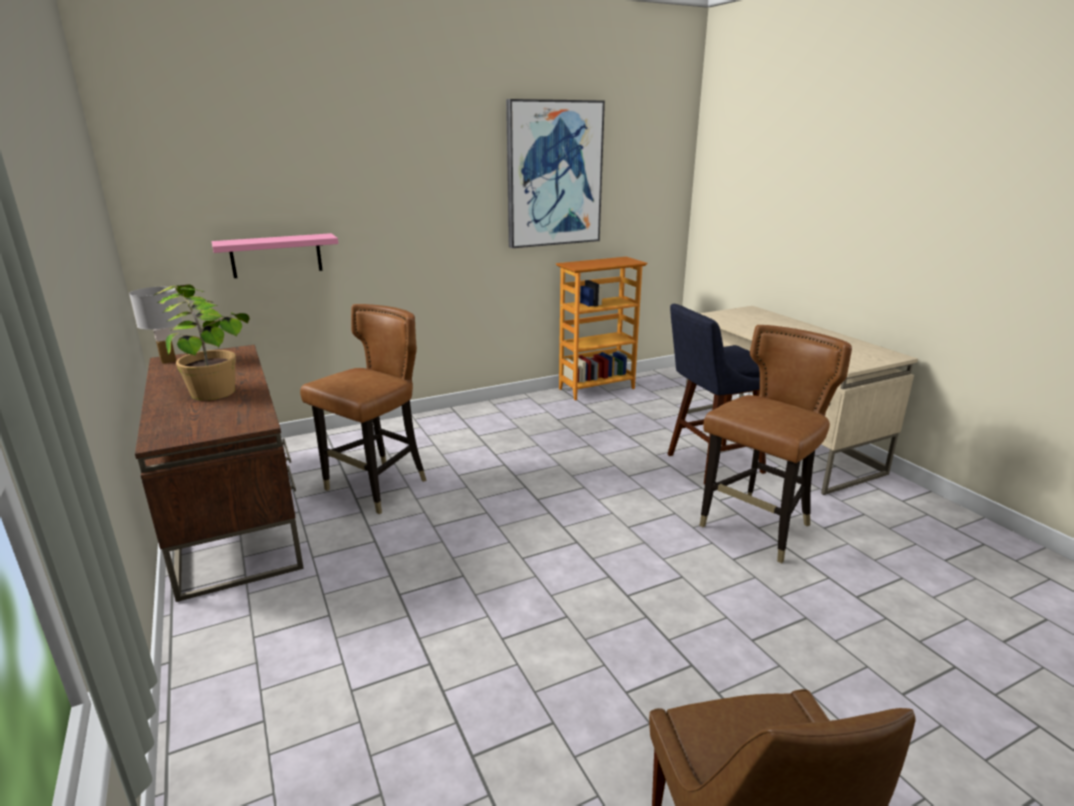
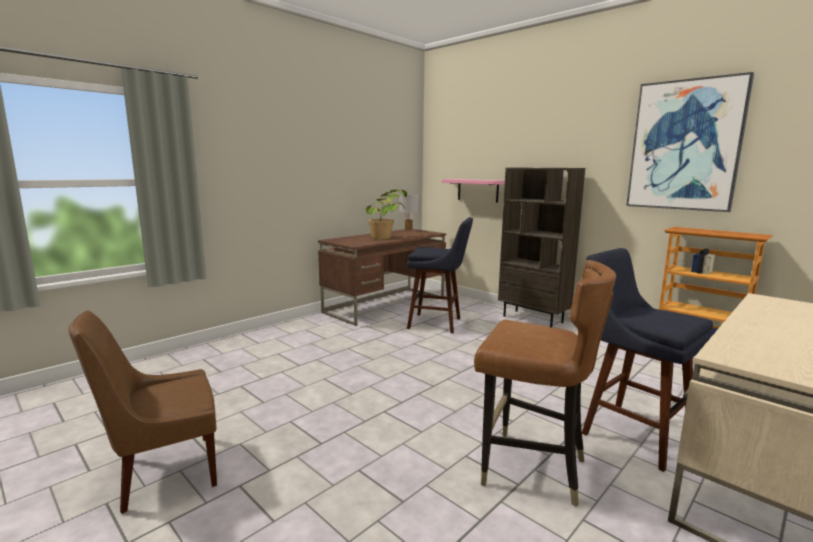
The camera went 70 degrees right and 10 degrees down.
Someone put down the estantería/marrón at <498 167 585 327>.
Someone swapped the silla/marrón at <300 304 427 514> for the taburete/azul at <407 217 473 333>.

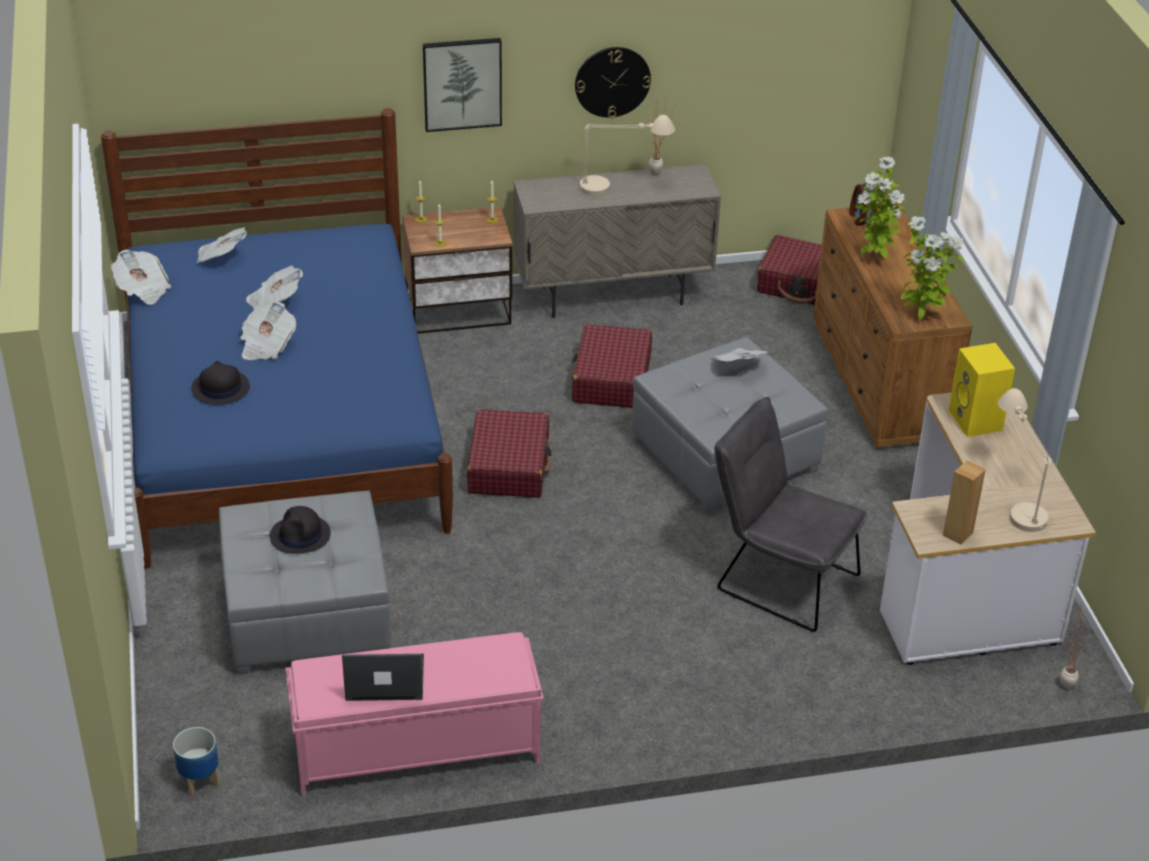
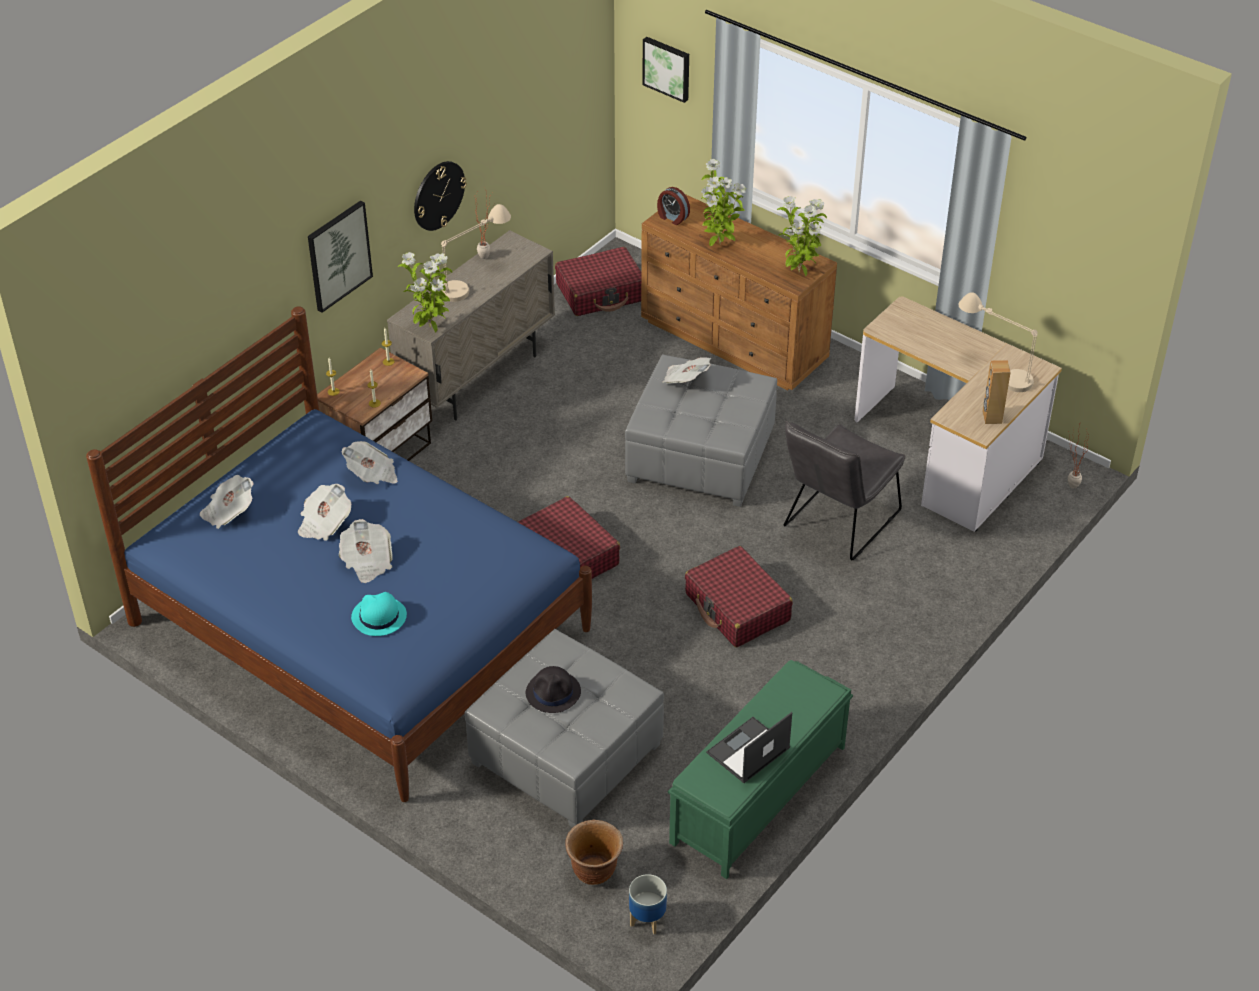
The camera went 40 degrees left and 5 degrees up.
Someone took away the altavoz/amarillo at <948 343 1015 437>.
Someone put down the planta en maceta at <398 252 452 332>.
Someone put down the maceta/marrón at <565 819 623 885>.
Someone put up the cuadro at <642 37 689 103>.
Someone carried the periódico from <111 250 171 305> to <342 441 398 484>.
Someone carried the maleta/rojo from <571 324 652 408> to <685 546 793 647>.
Someone repainted the sombrero/negro at <192 361 250 405>, which became the sombrero/turquesa at <351 592 407 636>.
Someone repainted the banco/rosa at <285 632 544 796>, which became the banco/verde at <668 660 853 879>.
Someone rotated the silla/gris at <714 397 867 632> by 45 degrees counterclockwise.

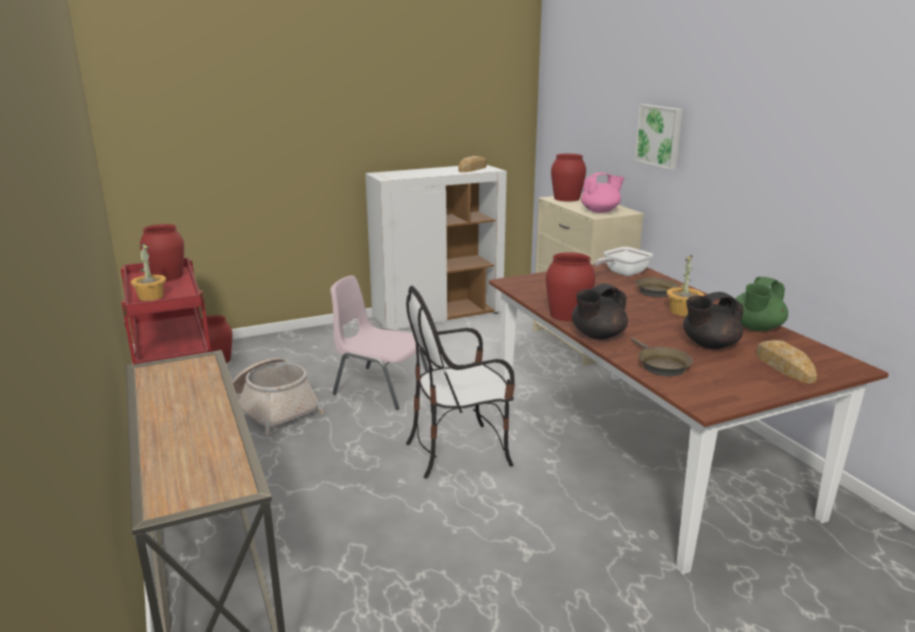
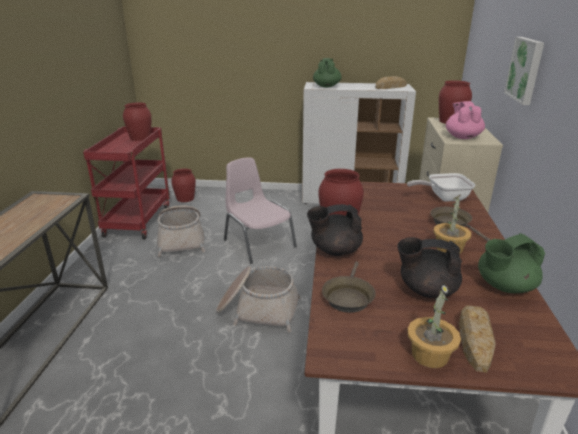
The camera went 30 degrees right and 5 degrees up.
Someone put down the tetera/verde at <313 58 342 87>.
Someone carried the planta en maceta from <131 243 166 301> to <407 282 461 368>.
Someone swapped the silla at <406 286 515 479> for the cesta at <216 266 301 332>.
Someone rotated the tetera/rosa at <581 172 625 213> by 105 degrees counterclockwise.

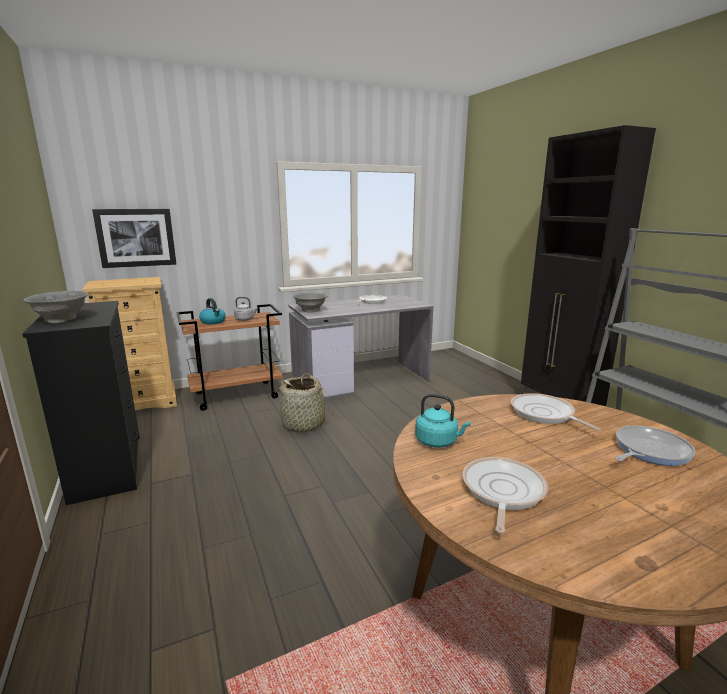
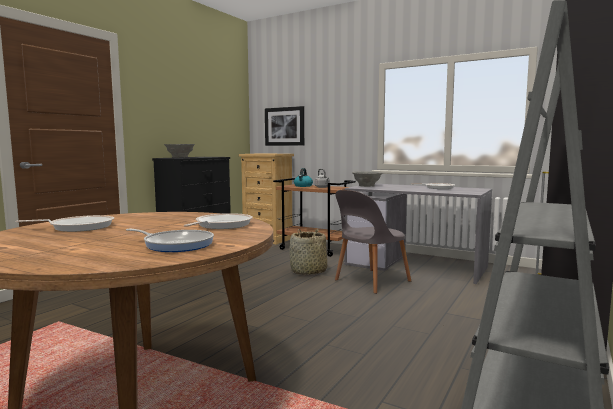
The camera went 55 degrees right and 10 degrees down.
Someone took away the hervidor/turquesa at <415 394 471 448>.
Someone put down the silla/gris at <335 190 411 294>.

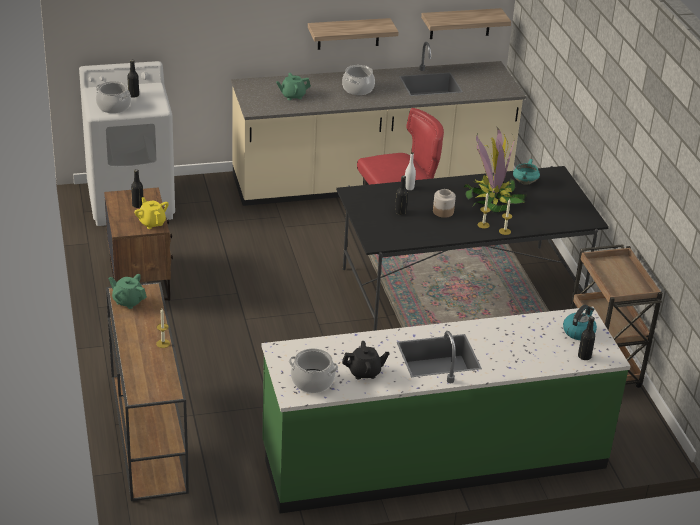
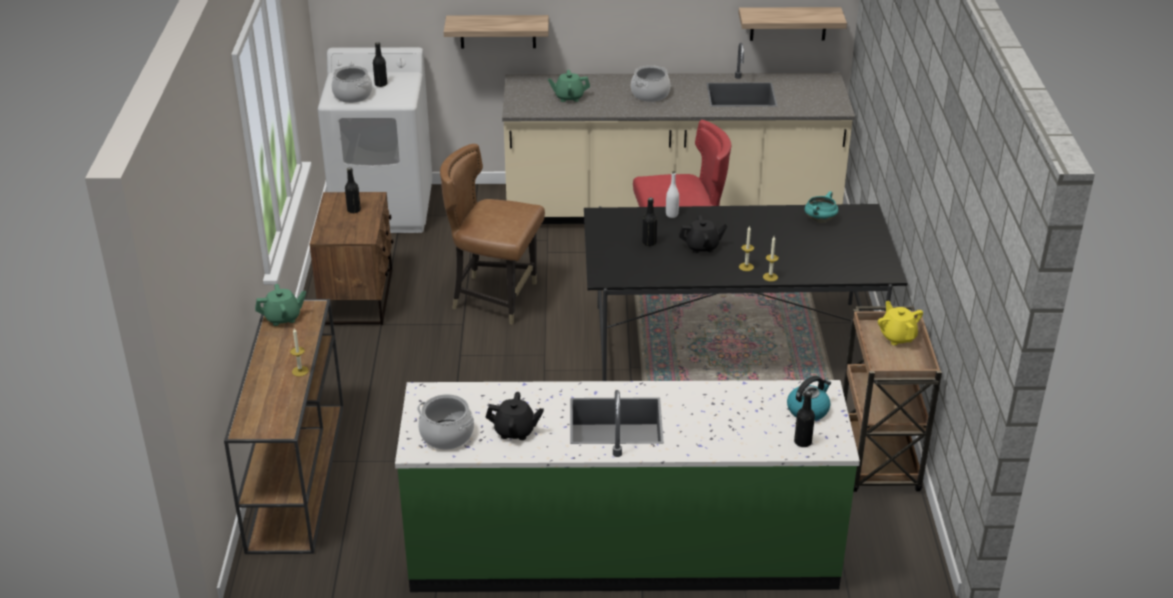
The camera went 15 degrees right and 0 degrees up.
Someone took away the planta en maceta at <464 128 527 213>.
Someone put down the silla/marrón at <440 144 545 325>.
Someone carried the tetera/amarillo from <134 197 169 229> to <878 301 923 345>.
Someone carried the estante from <308 18 399 50> to <444 15 549 49>.
Someone swapped the tarro at <433 189 456 218> for the tetera/negro at <679 215 727 253>.
Someone rotated the tetera/verde at <108 274 147 309> by 120 degrees clockwise.

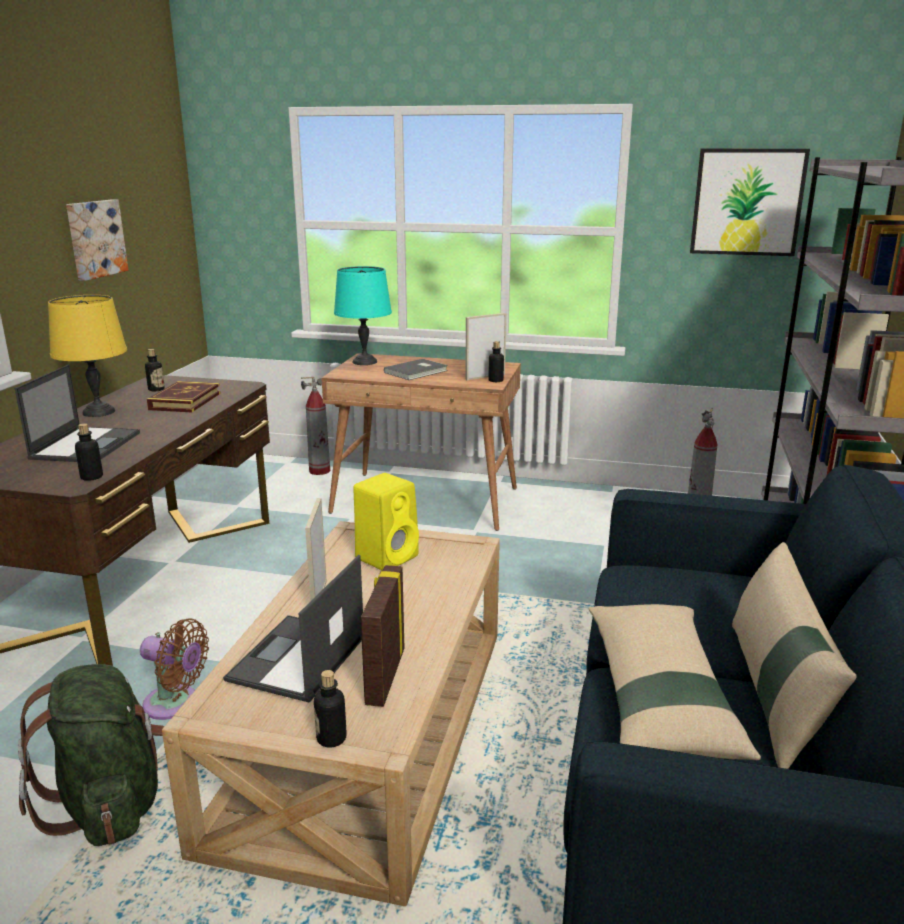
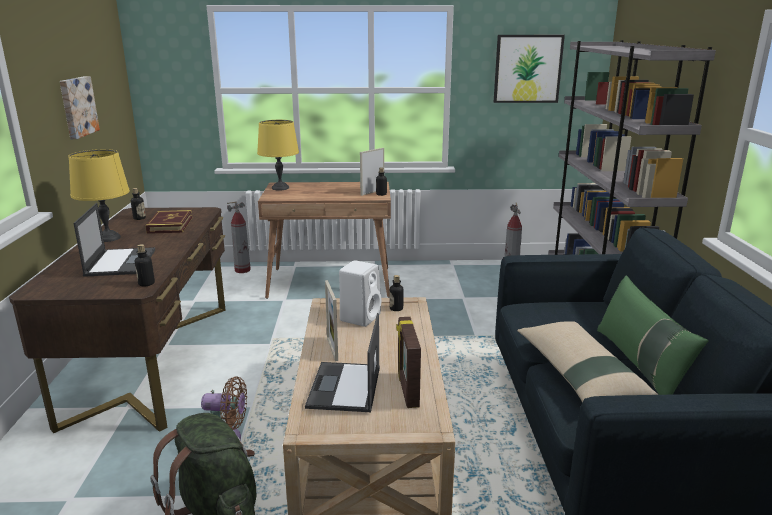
The camera went 15 degrees left and 0 degrees up.
Someone took away the libro/gris at <384 359 448 380>.
Someone carried the botella from <314 670 347 748> to <390 275 404 311>.
Someone repainted the lámpara de mesa/turquesa at <334 266 392 365>, which became the lámpara de mesa/amarillo at <257 120 299 191>.
Someone repainted the altavoz/amarillo at <353 473 419 571>, which became the altavoz/blanco at <339 260 381 327>.
Someone repainted the cojín/beis at <732 542 857 769>, which became the cojín/verde at <597 276 709 395>.

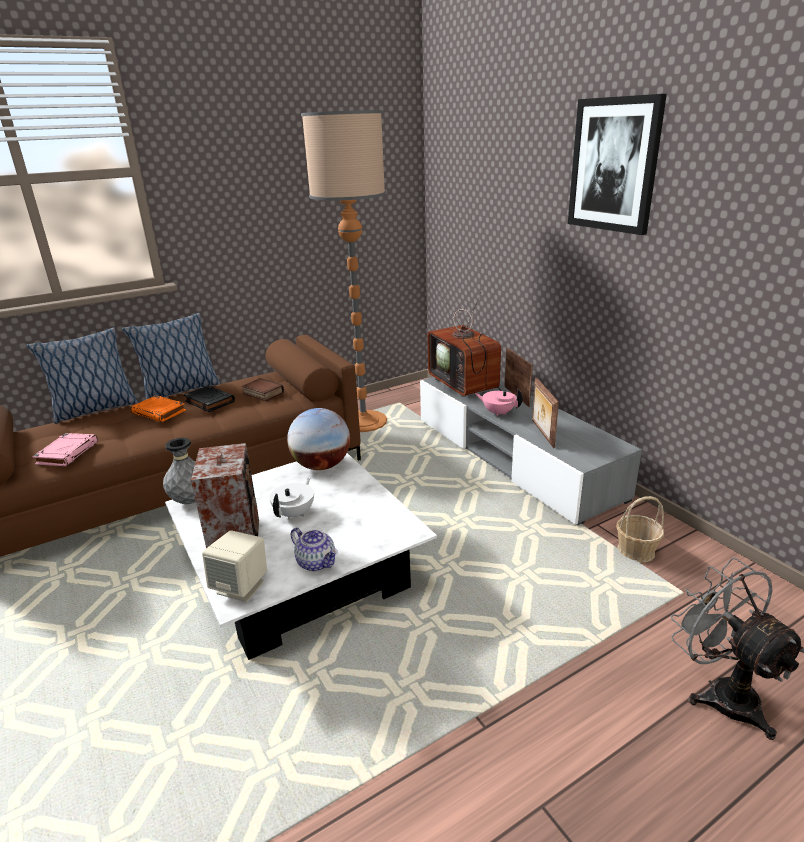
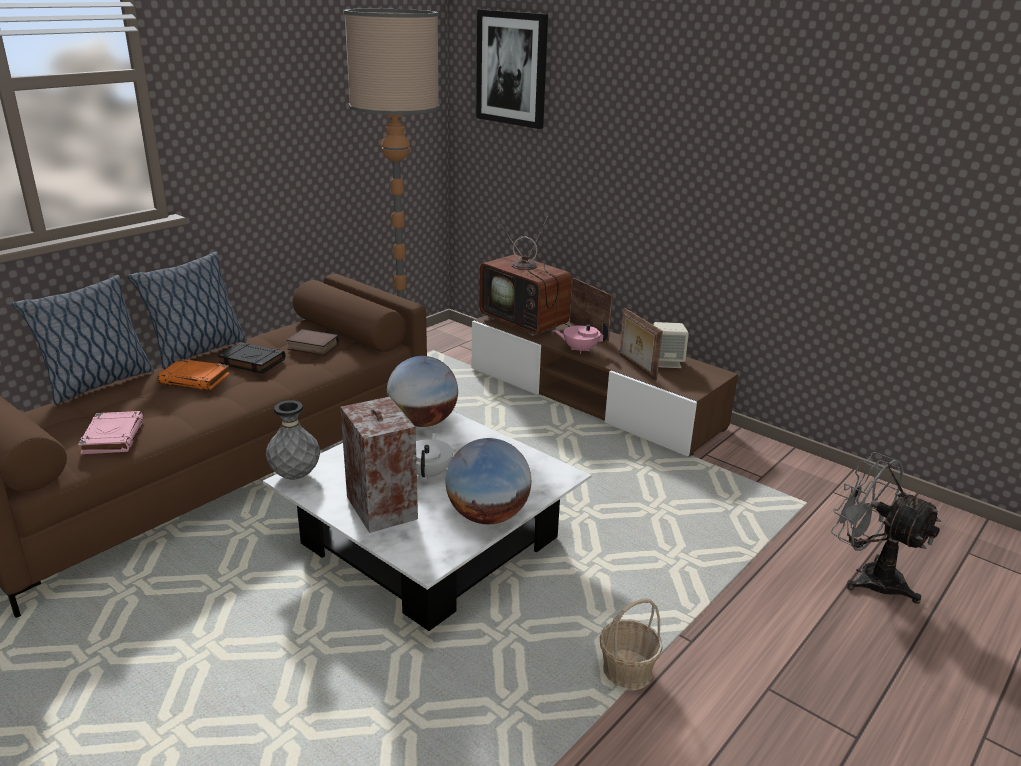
The camera went 20 degrees left and 0 degrees up.
Someone carried the altavoz/beis from <202 530 267 602> to <653 322 689 368>.
Someone carried the cuadro from <568 94 667 235> to <476 9 548 129>.
Someone carried the cesta from <616 496 664 563> to <599 598 663 691>.
Someone swapped the tetera at <291 528 338 571> for the globo terráqueo at <446 438 531 524>.
Someone repainted the mueble de televisión/gris at <420 377 642 525>, which became the mueble de televisión/marrón at <472 315 738 457>.

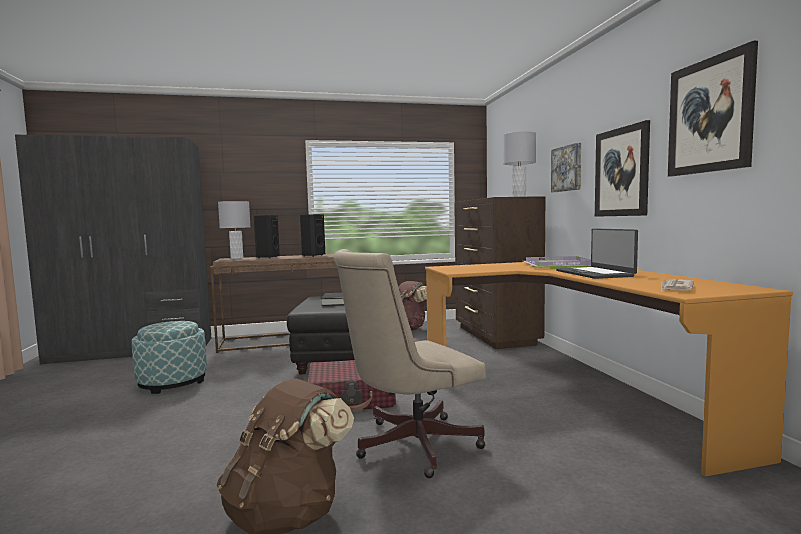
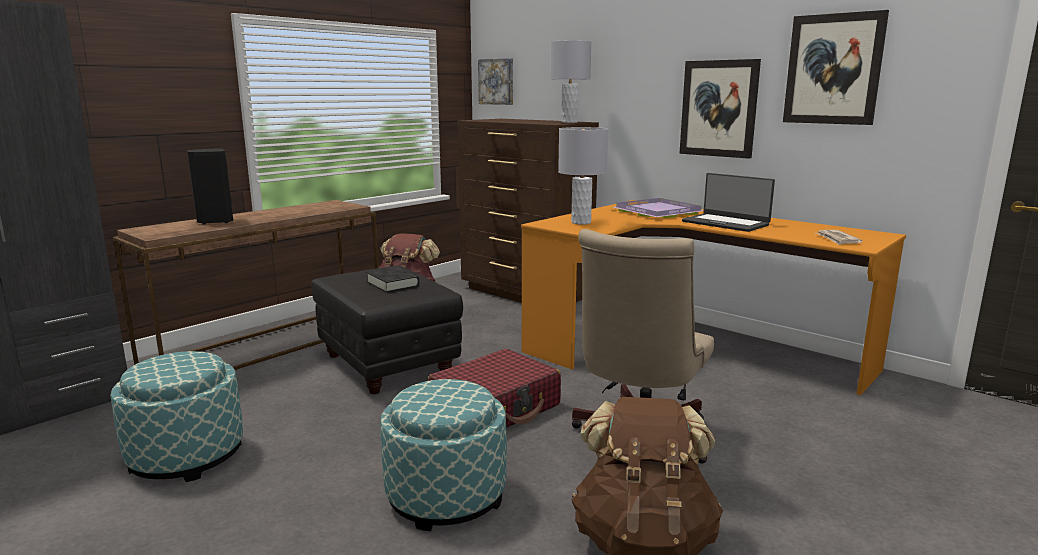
The camera went 35 degrees left and 10 degrees up.
Someone took away the altavoz/negro at <300 214 325 257>.
Someone put down the puf at <380 379 507 531>.
Someone carried the lámpara de mesa/gris from <218 201 250 259> to <558 127 608 224>.
Someone carried the cuadro from <551 143 581 192> to <478 58 513 105>.

